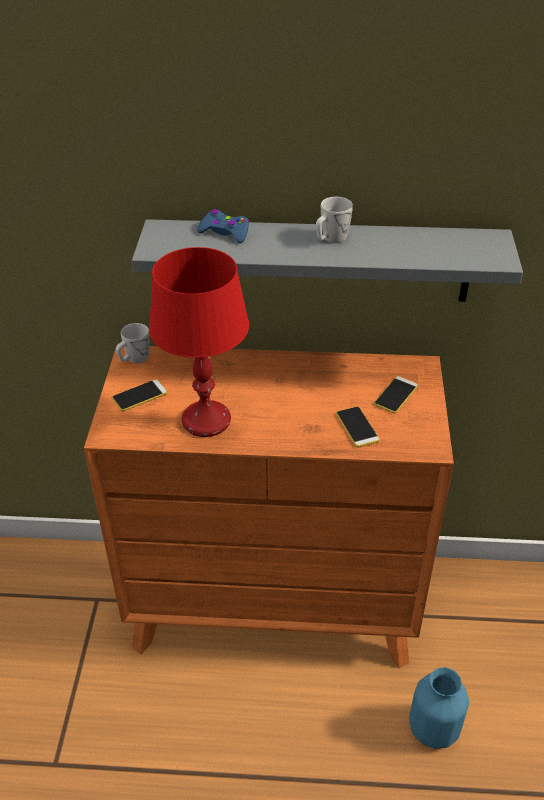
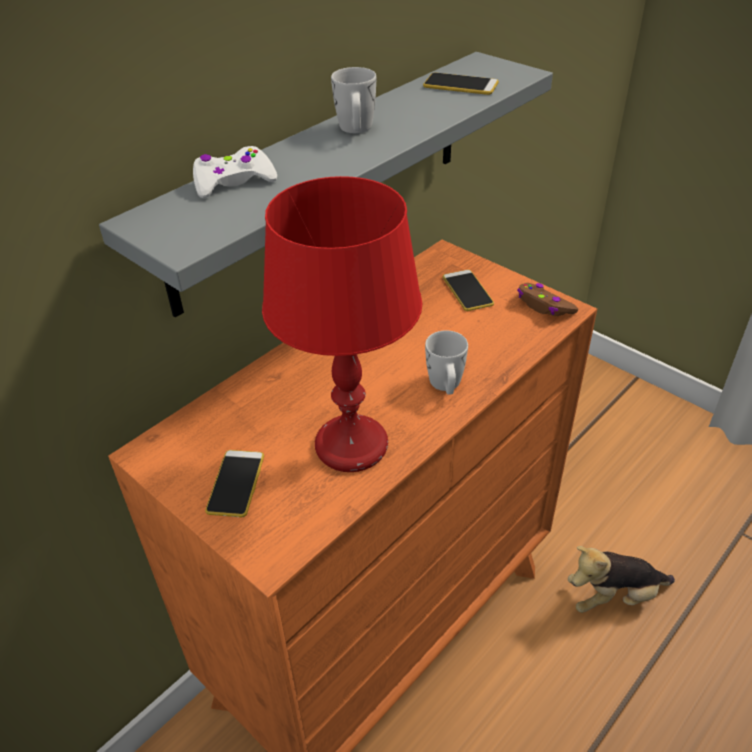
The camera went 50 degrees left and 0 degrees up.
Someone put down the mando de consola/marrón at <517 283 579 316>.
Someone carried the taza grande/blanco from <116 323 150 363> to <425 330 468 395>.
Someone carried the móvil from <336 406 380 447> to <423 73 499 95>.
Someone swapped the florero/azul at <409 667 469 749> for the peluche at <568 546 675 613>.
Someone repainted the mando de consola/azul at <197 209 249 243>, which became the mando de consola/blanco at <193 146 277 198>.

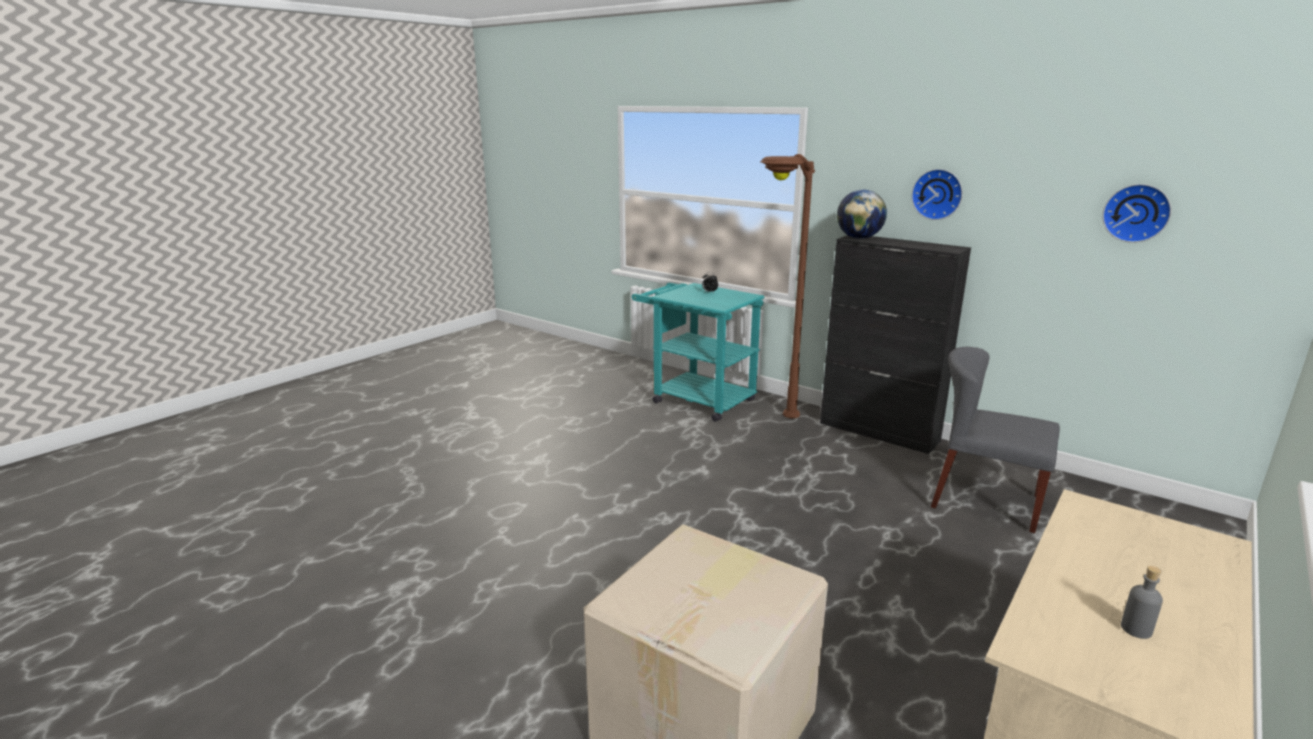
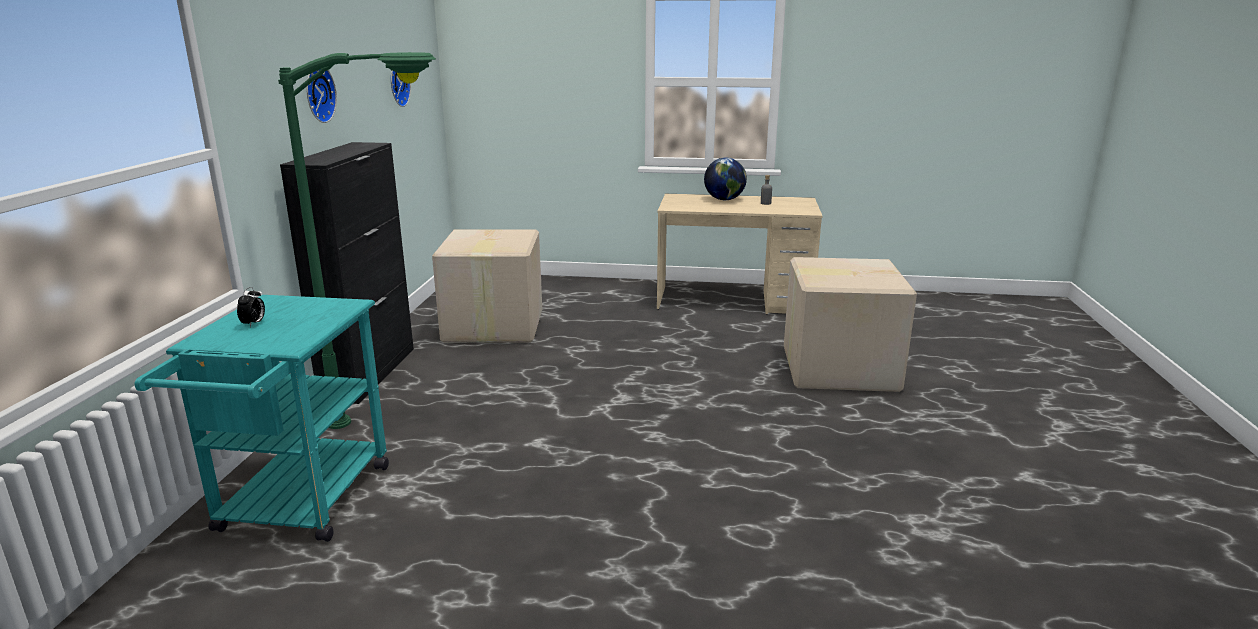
The camera went 120 degrees left and 0 degrees up.
Someone carried the globo terráqueo from <837 190 887 239> to <704 158 747 200>.
Someone swapped the silla/gris at <931 347 1060 533> for the caja de cartón at <432 229 542 343>.
Someone repainted the lámpara de pie/marrón at <760 154 815 418>, which became the lámpara de pie/verde at <278 52 436 429>.

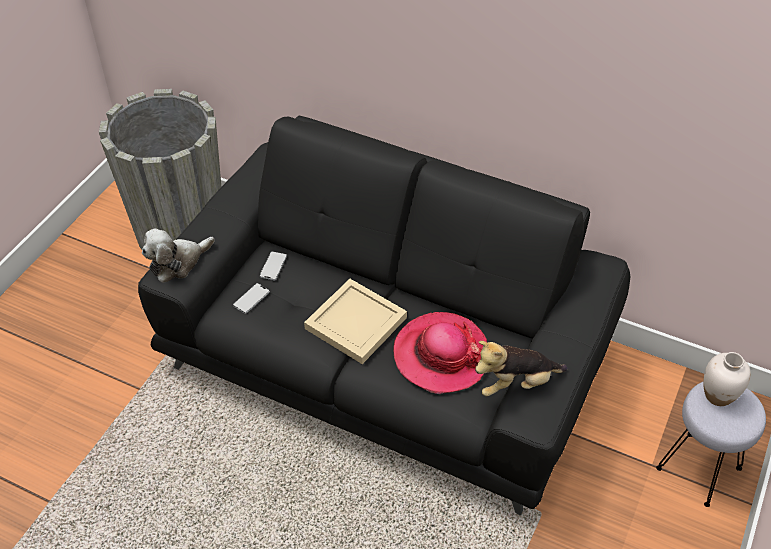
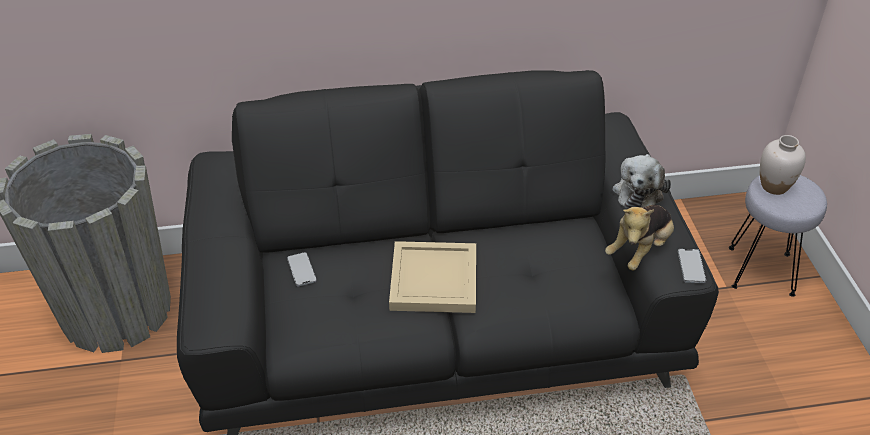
The camera went 35 degrees left and 5 degrees down.
Someone took away the sombrero at <394 312 487 394>.
Someone carried the peluche from <142 228 215 283> to <612 154 671 209>.
Someone carried the móvil from <233 283 270 314> to <678 249 706 283>.

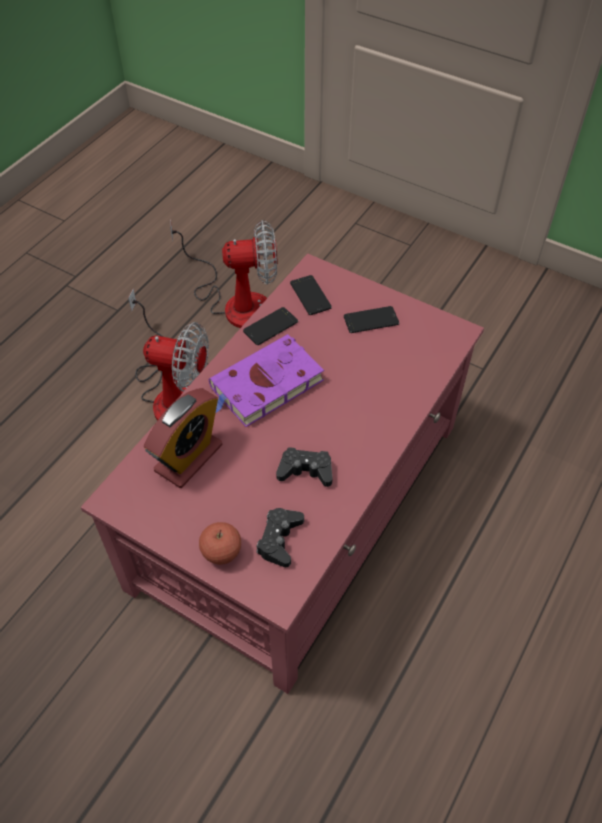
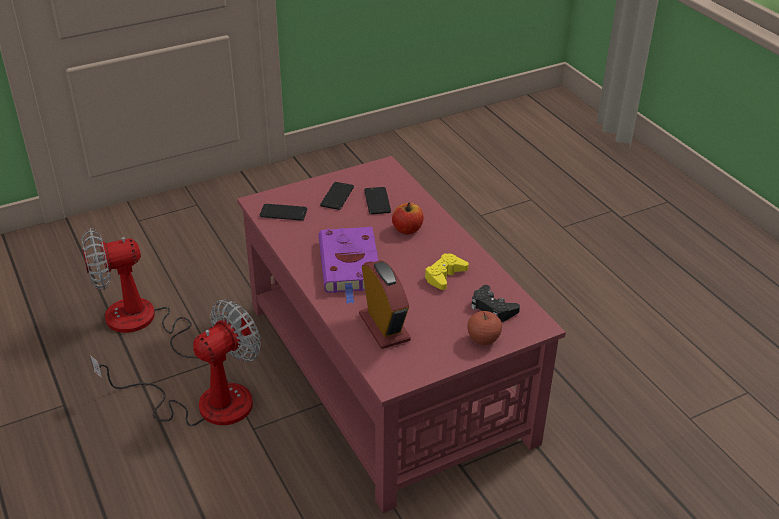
The camera went 60 degrees left and 15 degrees down.
Someone put down the manzana at <392 202 423 234>.
Someone carried the móvil from <243 307 298 345> to <364 187 391 214>.
Someone repainted the mando de consola/negro at <276 447 333 487>, which became the mando de consola/amarillo at <425 253 469 290>.
Someone rotated the ventilador at <170 220 277 328> by 135 degrees counterclockwise.

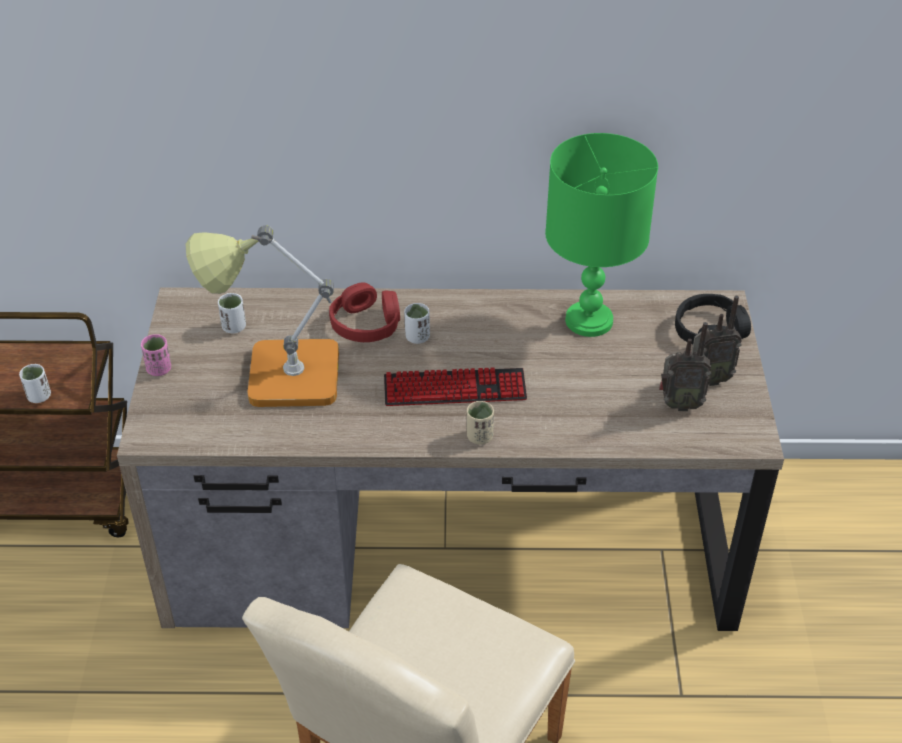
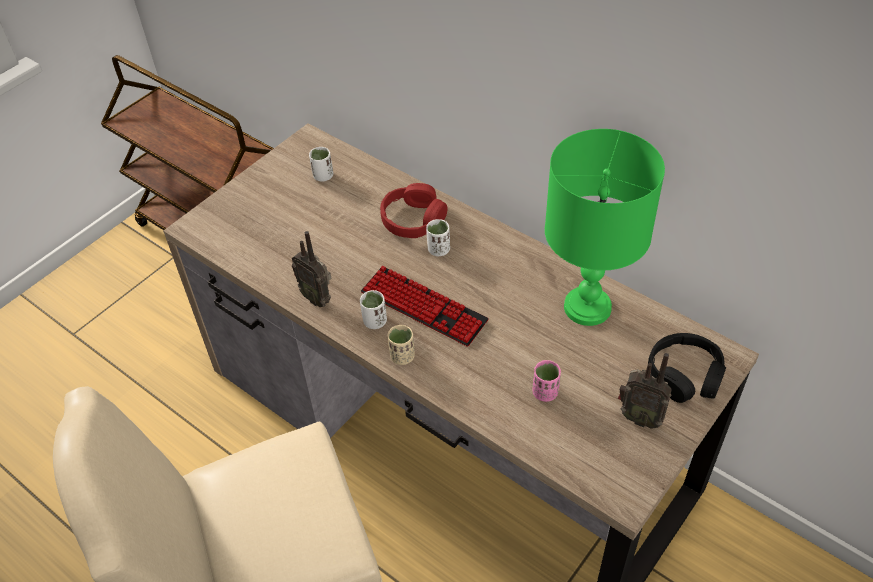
The camera went 40 degrees right and 5 degrees up.
Someone took away the lámpara de mesa at <186 225 339 407>.
Someone carried the taza/blanco from <19 364 51 403> to <360 290 387 329>.
Someone carried the taza/rosa from <141 334 171 376> to <532 360 561 402>.
Someone carried the radio from <659 322 711 411> to <292 231 332 307>.

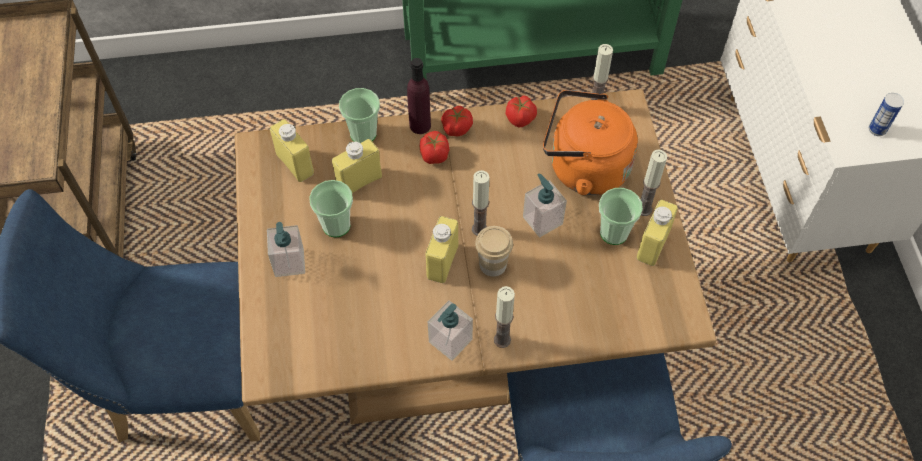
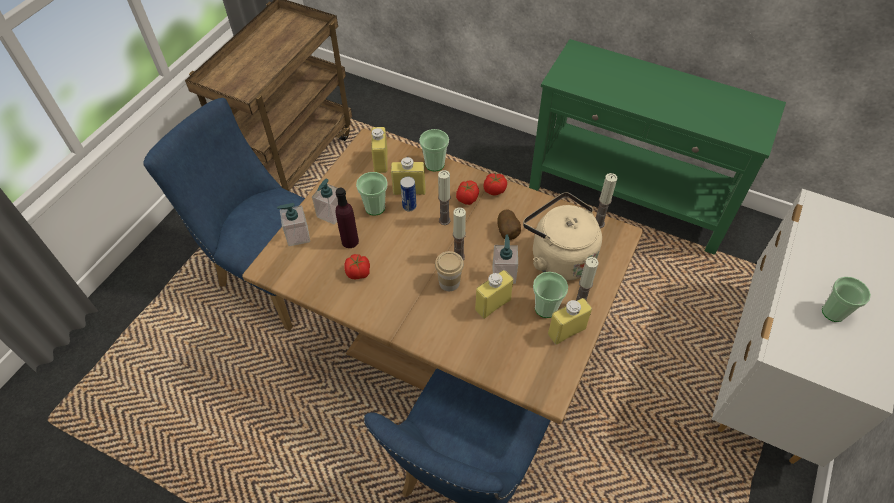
The camera went 35 degrees right and 5 degrees down.
Someone put down the patata at <497 209 521 240>.
Someone put down the taza at <822 277 871 322>.
Someone carried the botella/morado from <407 58 431 134> to <336 188 359 248>.
Someone carried the botella/amarillo from <426 216 459 283> to <475 270 513 319>.
Someone carried the dispensador de jabón from <428 300 473 361> to <277 203 310 246>.
Someone carried the vela from <494 286 515 348> to <438 170 451 225>.
Someone carried the tomate from <506 95 537 127> to <344 254 370 279>.
Someone carried the lata from <869 93 904 136> to <400 177 417 212>.
Someone repainted the hervidor/naranja at <543 90 638 195>, which became the hervidor/beis at <523 192 602 281>.

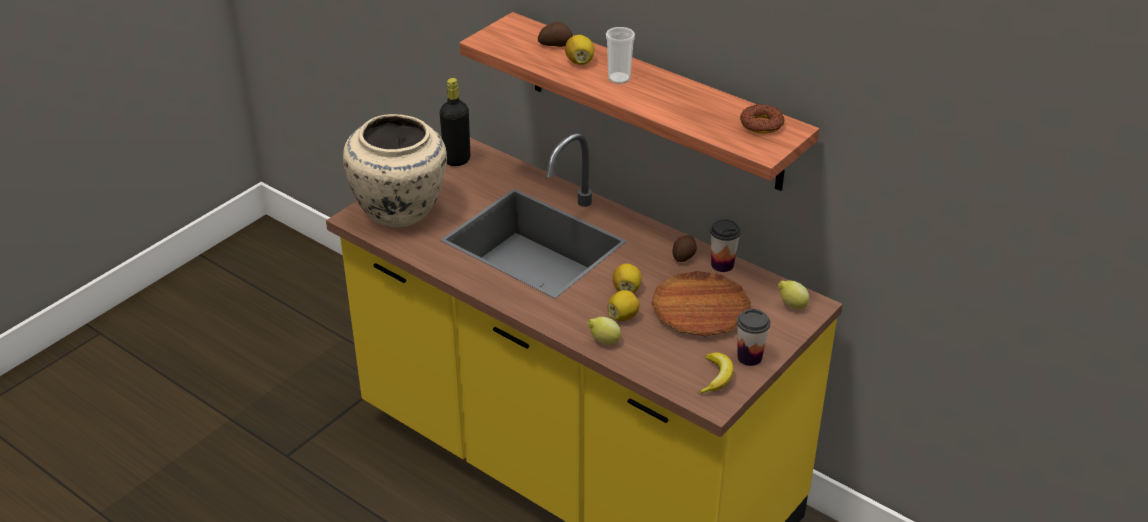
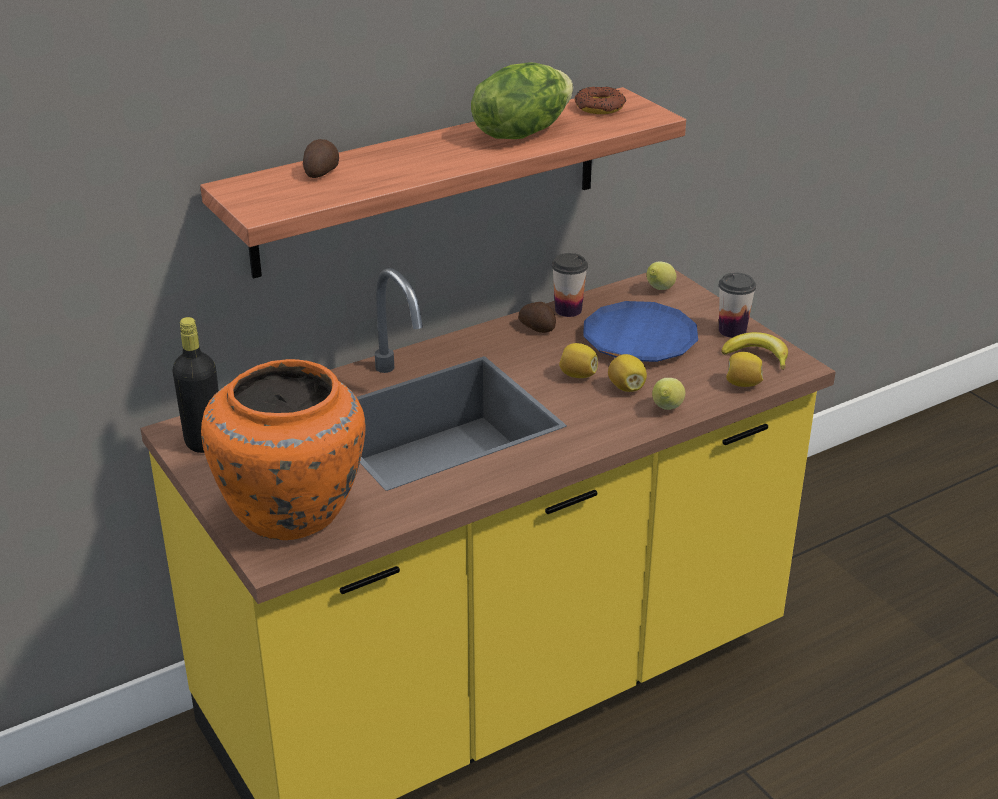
The camera went 70 degrees left and 5 degrees down.
Someone took away the taza at <606 27 635 84>.
Someone put down the lechuga at <471 63 573 139>.
Someone carried the limón from <565 35 594 65> to <726 352 763 387>.
Someone repainted the florero/beis at <343 114 447 228>, which became the florero/naranja at <201 359 365 540>.
Someone repainted the plato/marrón at <651 271 751 336>, which became the plato/azul at <583 301 698 362>.

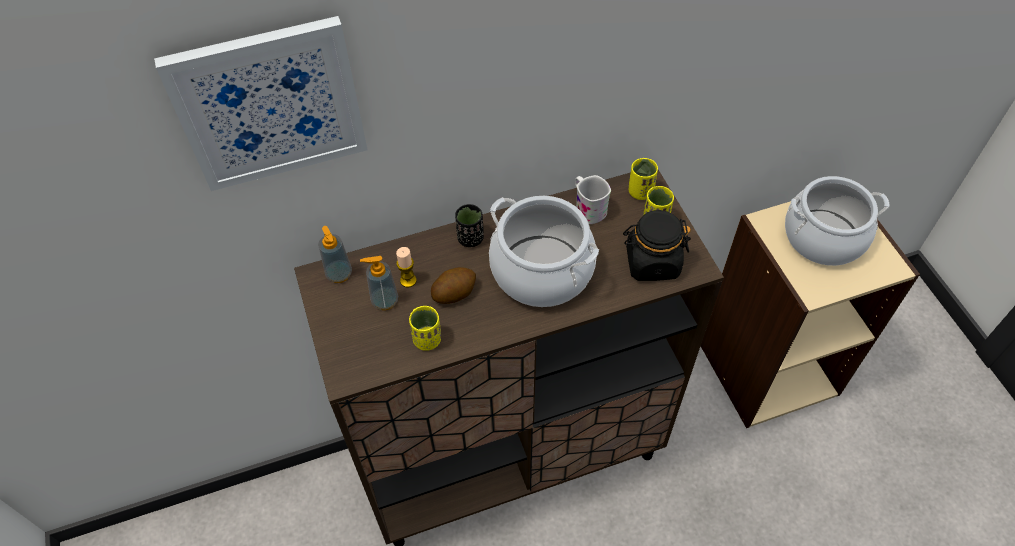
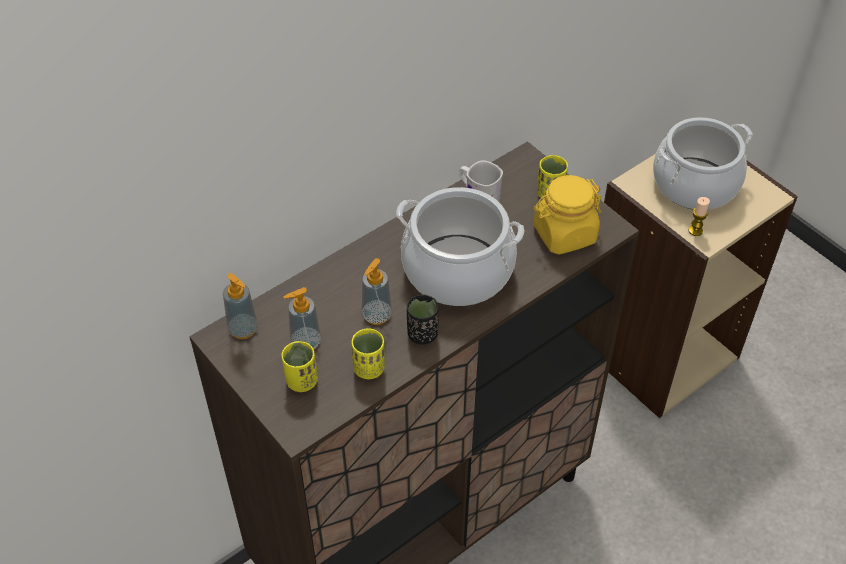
The camera went 20 degrees left and 5 degrees down.
Someone took away the cuadro at <154 16 368 191>.
Someone carried the vela from <396 247 417 287> to <688 197 710 236>.
Someone carried the taza/negro from <455 204 484 247> to <407 295 439 345>.
Someone carried the taza/amarillo from <629 158 658 200> to <281 341 318 392>.
Someone swapped the patata at <431 267 476 304> for the dispensador de jabón at <362 258 392 325>.
Someone repainted the tarro/negro at <623 210 691 281>, which became the tarro/amarillo at <533 175 602 255>.

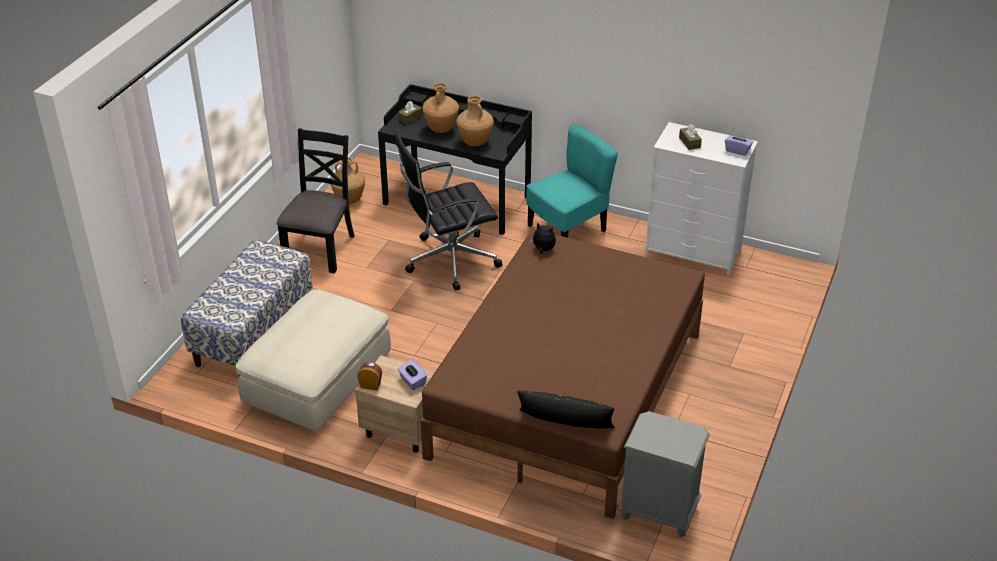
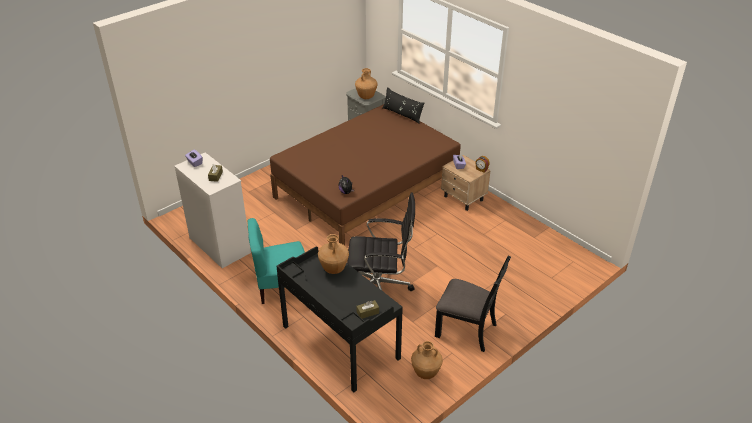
The camera went 155 degrees left and 0 degrees up.
Someone took away the banco at <181 239 313 376>.
Someone took away the puf/beis at <236 289 391 432>.
Someone carried the florero/marrón from <422 83 459 133> to <355 68 378 99>.
Someone rotated the silla/negro at <277 128 355 274> by 105 degrees counterclockwise.

